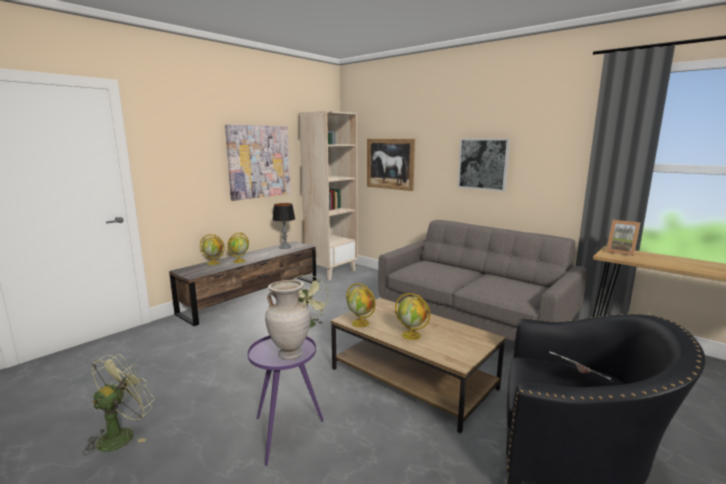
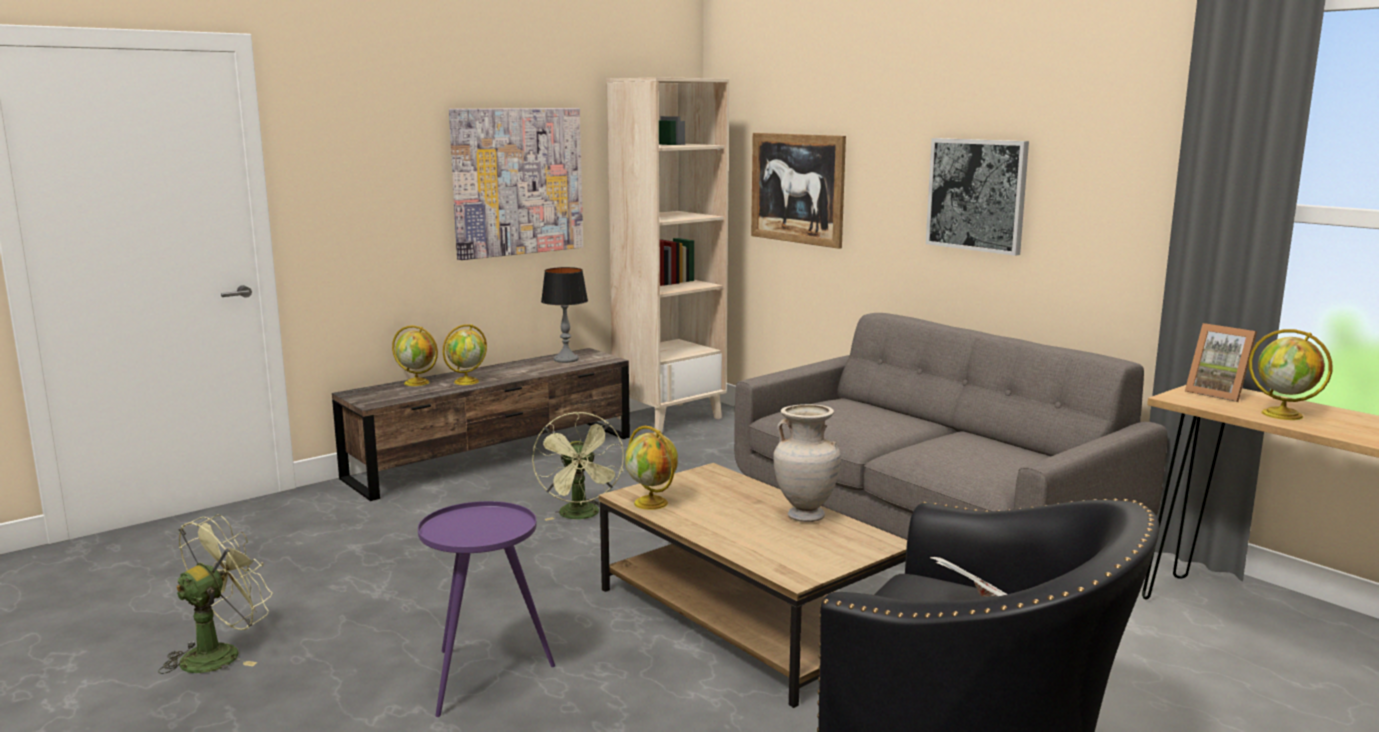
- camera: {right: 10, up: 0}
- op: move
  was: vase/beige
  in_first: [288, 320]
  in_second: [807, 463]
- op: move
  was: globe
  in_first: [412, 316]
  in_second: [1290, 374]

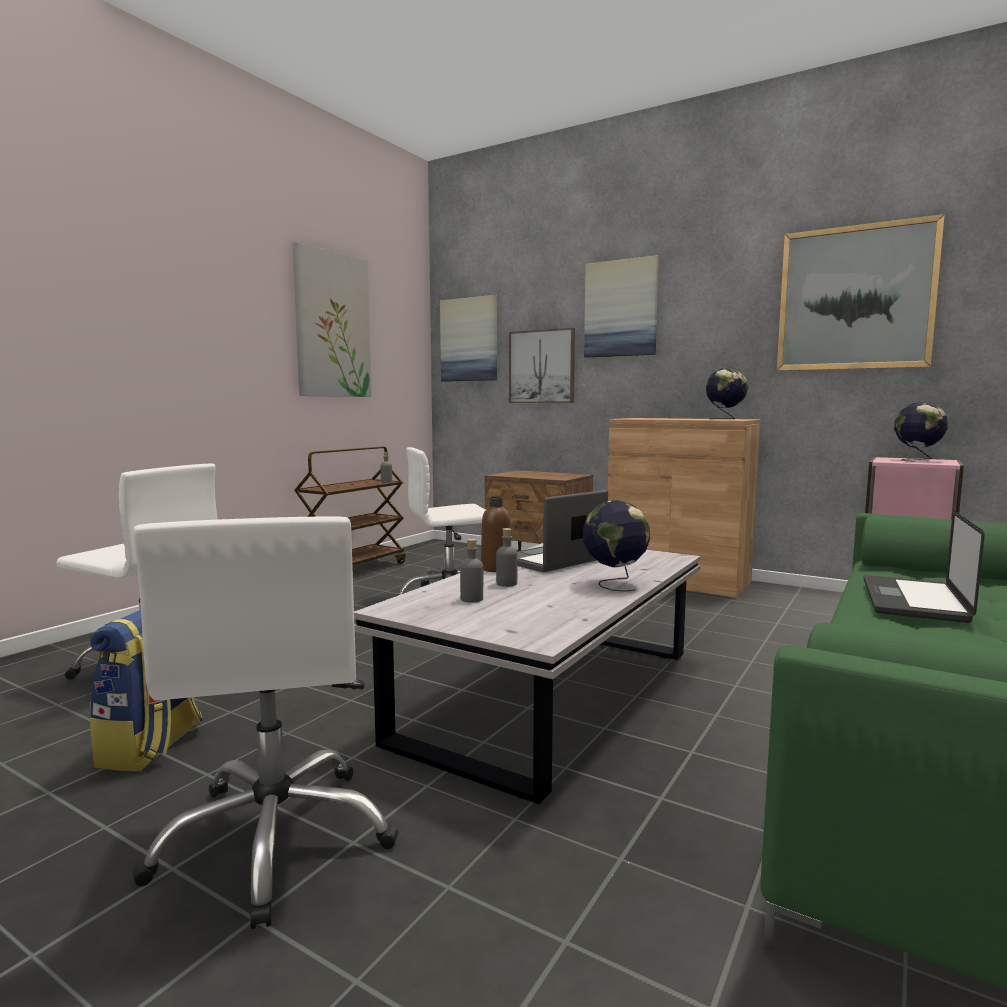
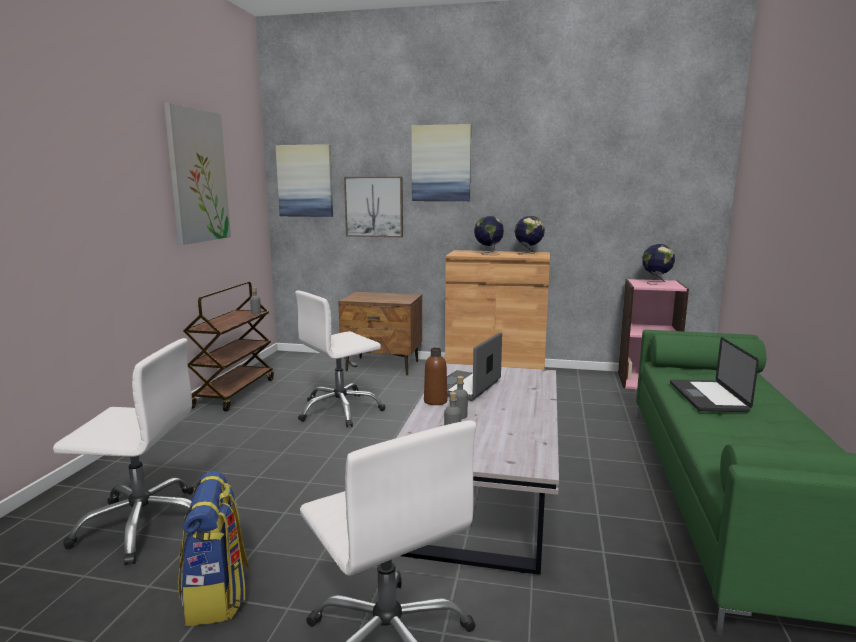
- camera: {right: -20, up: 5}
- op: delete
  was: picture
  in_first: [861, 292]
- op: move
  was: globe
  in_first: [616, 546]
  in_second: [489, 235]

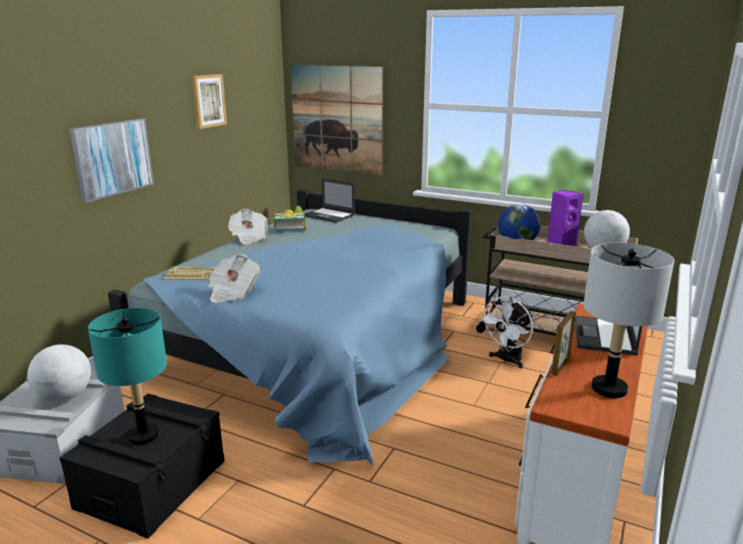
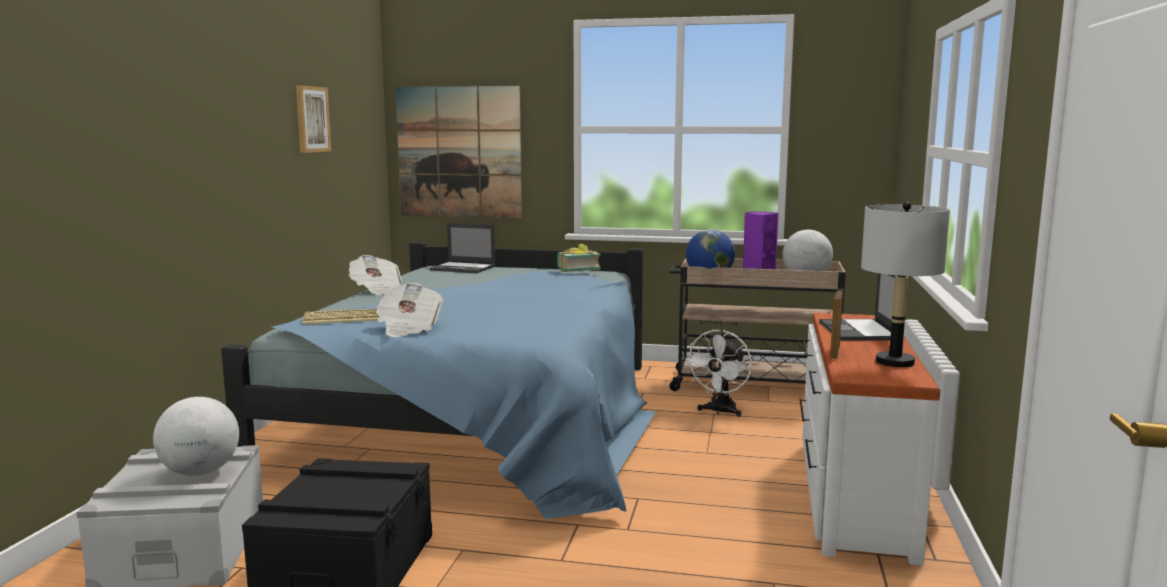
- camera: {right: -15, up: -10}
- op: delete
  was: picture
  in_first: [111, 160]
- op: delete
  was: table lamp/turquoise
  in_first: [127, 376]
- op: move
  was: book
  in_first: [290, 218]
  in_second: [579, 258]

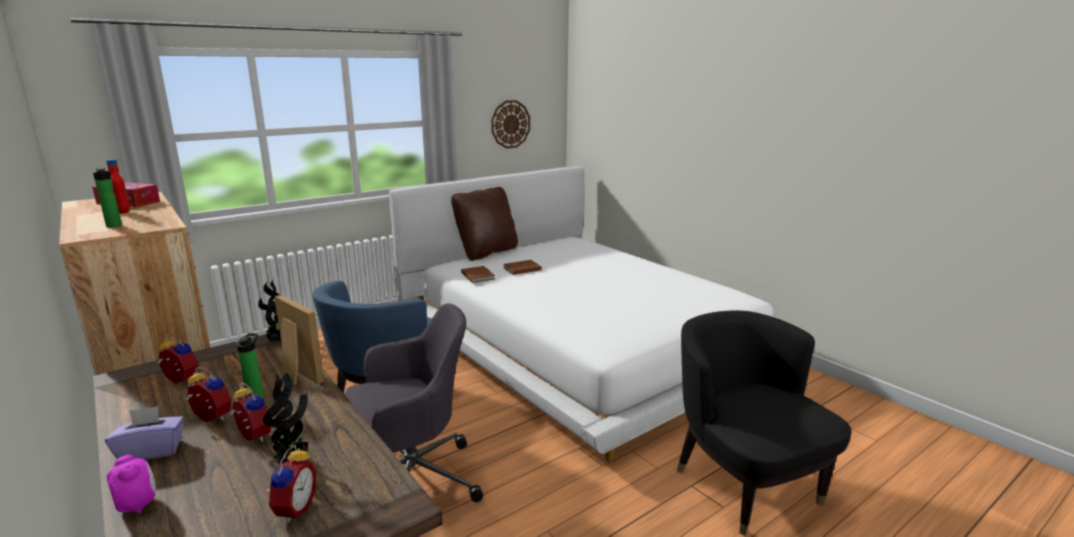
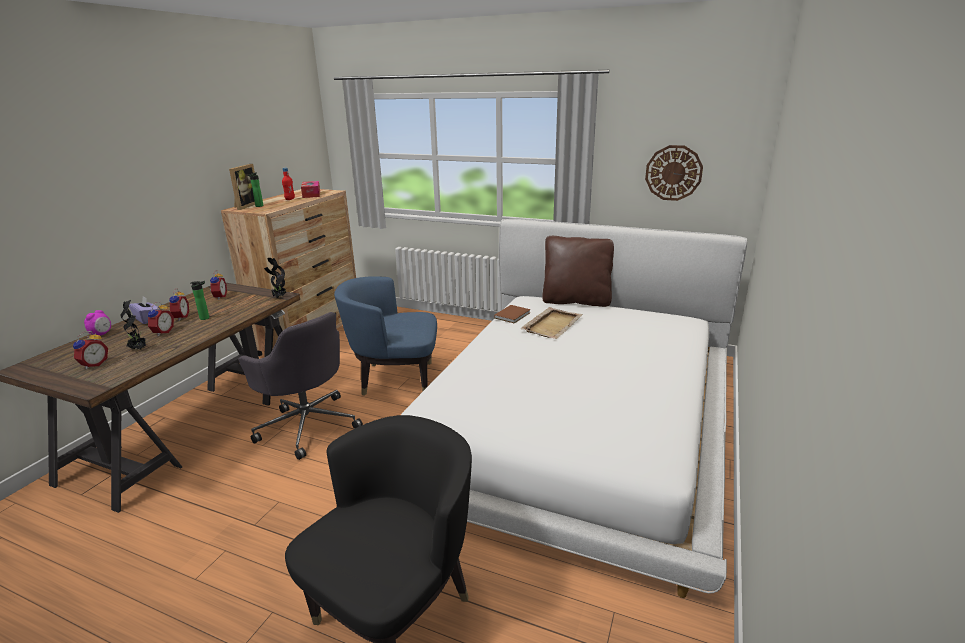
- camera: {right: 60, up: 5}
- op: move
  was: picture frame
  in_first: [299, 340]
  in_second: [242, 187]
- op: replace
  was: book/brown
  now: tray/beige
  in_first: [522, 267]
  in_second: [551, 323]
- op: rotate
  was: alarm clock
  in_first: [291, 484]
  in_second: [90, 350]
  clockwise: -45

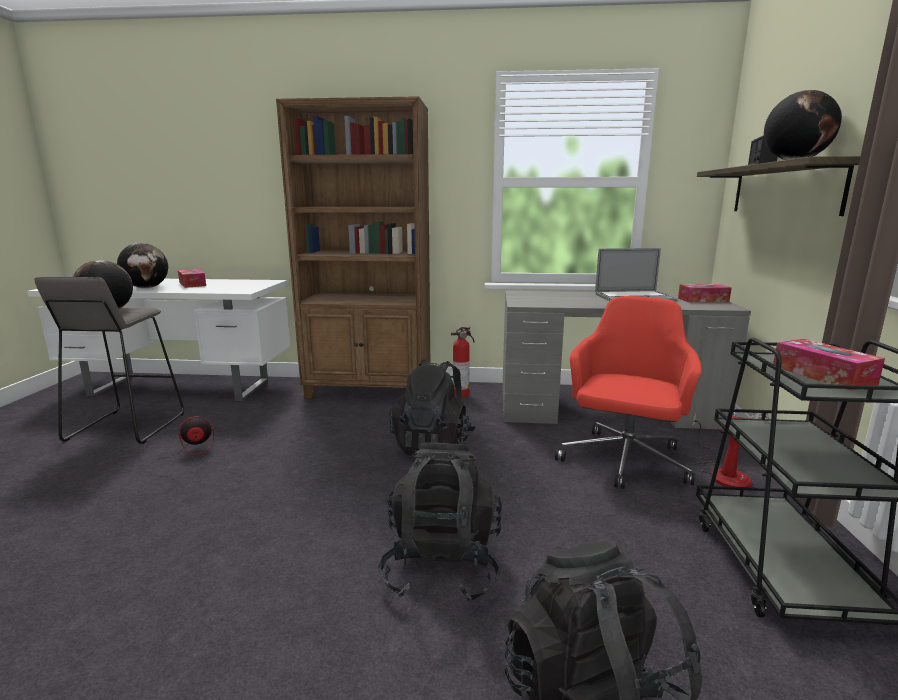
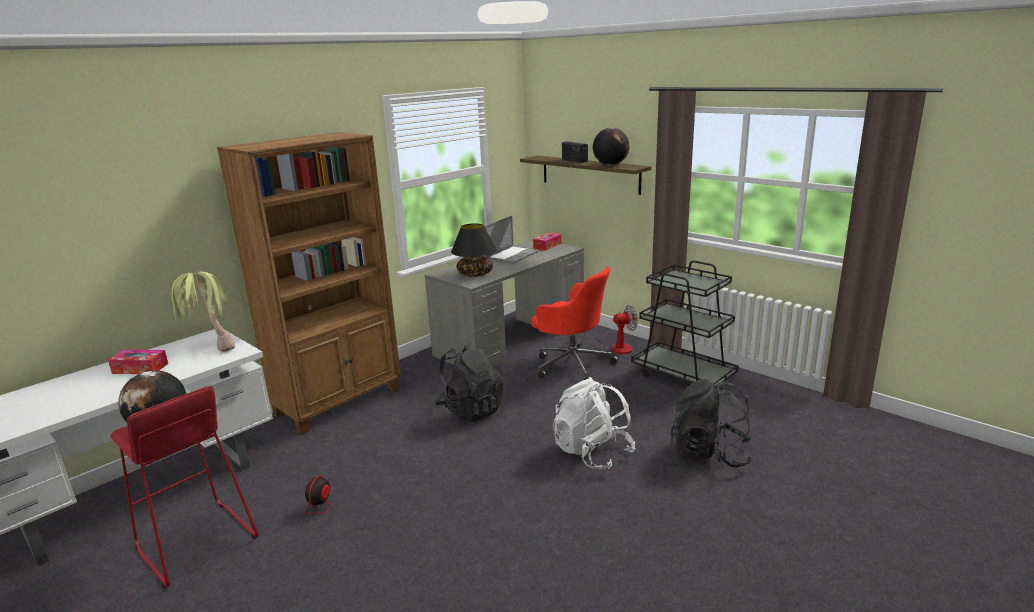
- camera: {right: -50, up: 5}
- op: delete
  was: globe
  in_first: [142, 265]
- op: delete
  was: fire extinguisher
  in_first: [462, 362]
- op: delete
  was: tissue box
  in_first: [829, 365]
- op: insert
  now: potted plant
  in_second: [203, 312]
- op: insert
  now: table lamp/black
  in_second: [474, 250]
- op: recolor
  was: stool/grey
  now: stool/red
  in_first: [109, 360]
  in_second: [184, 487]
- op: recolor
  was: backpack/black
  now: backpack/white
  in_first: [440, 523]
  in_second: [594, 423]
- op: rotate
  was: office chair/red
  in_first: [628, 392]
  in_second: [575, 323]
  clockwise: 150

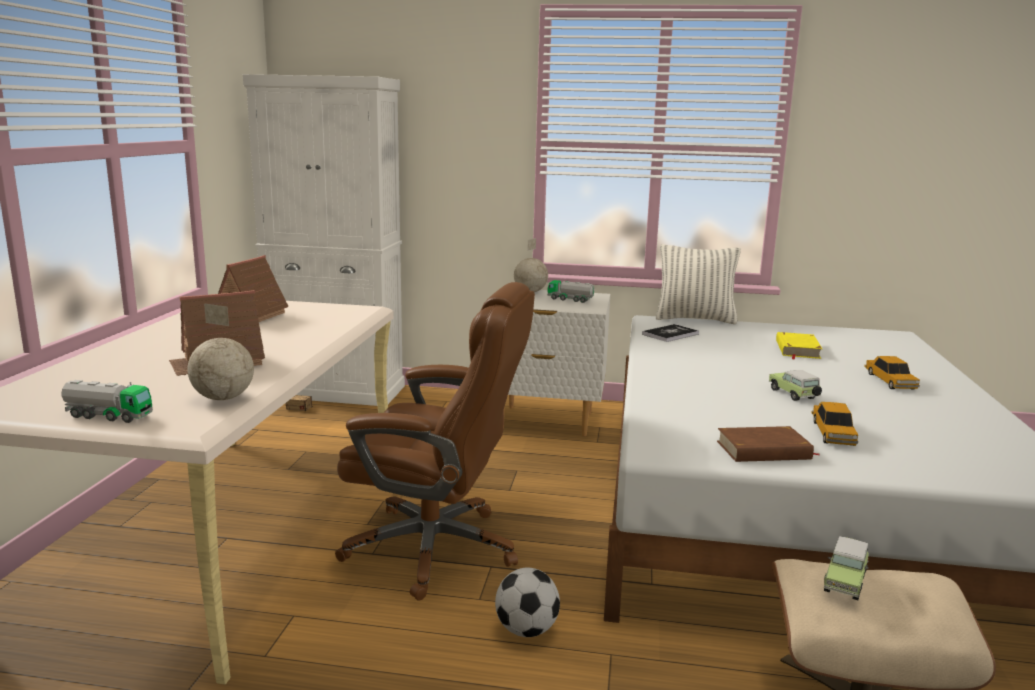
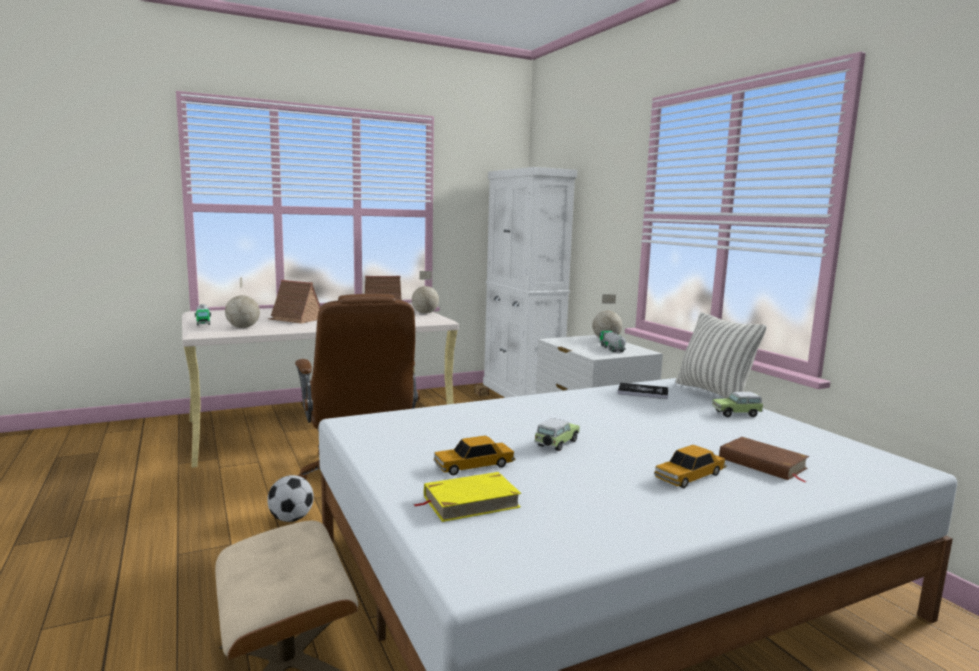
- camera: {right: 55, up: -5}
- op: insert
  now: globe
  in_second: [425, 292]
- op: move
  was: book/brown
  in_first: [768, 444]
  in_second: [764, 459]
- op: move
  was: book/yellow
  in_first: [799, 346]
  in_second: [467, 497]
- op: move
  was: toy car
  in_first: [846, 568]
  in_second: [737, 404]

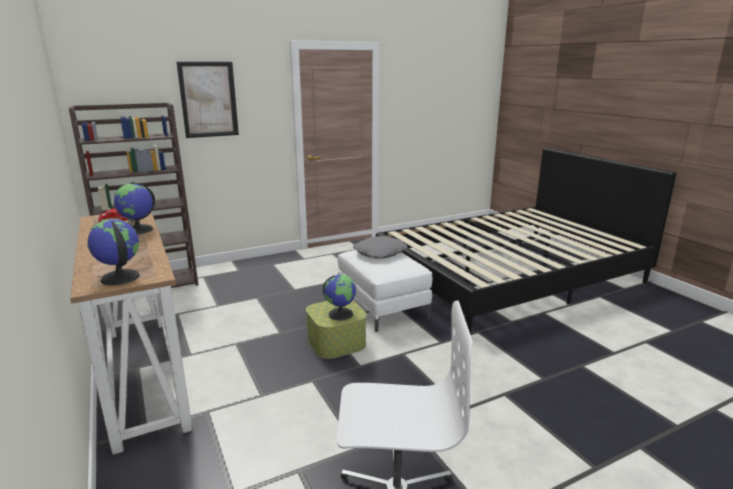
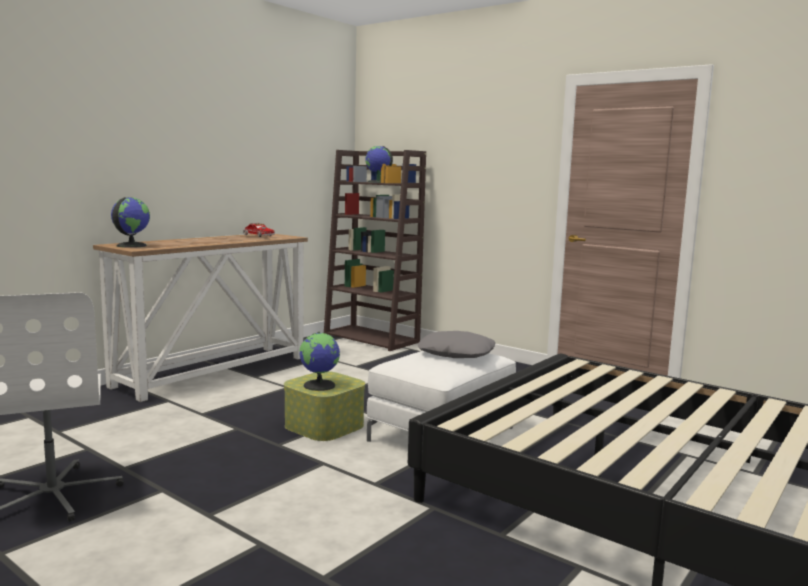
- camera: {right: 65, up: -10}
- op: delete
  was: picture
  in_first: [208, 100]
- op: move
  was: globe
  in_first: [134, 208]
  in_second: [379, 164]

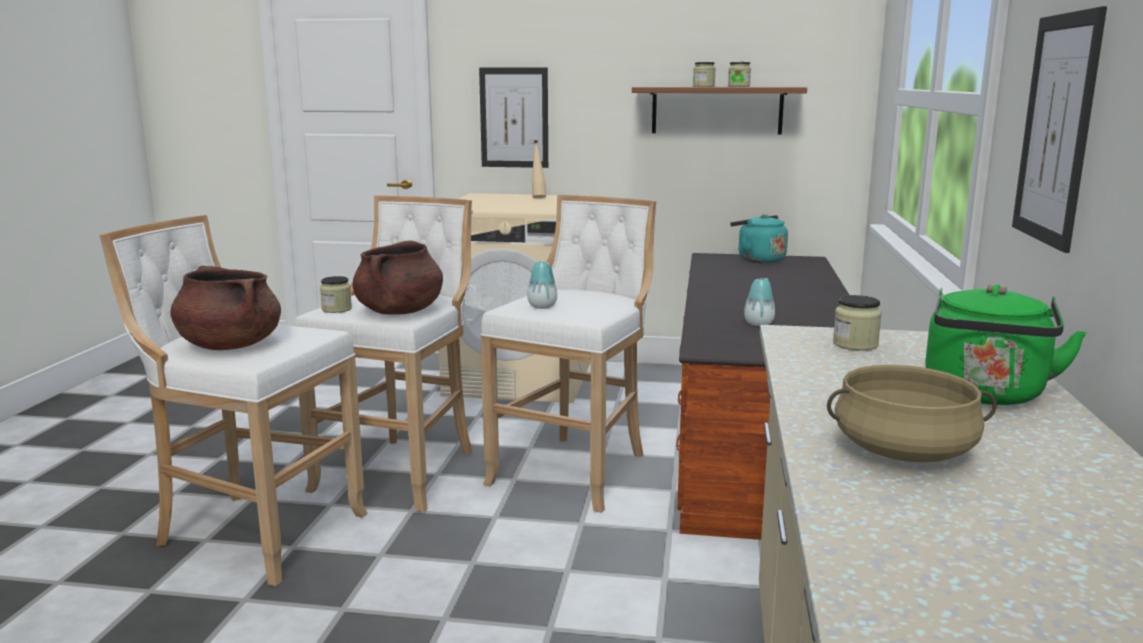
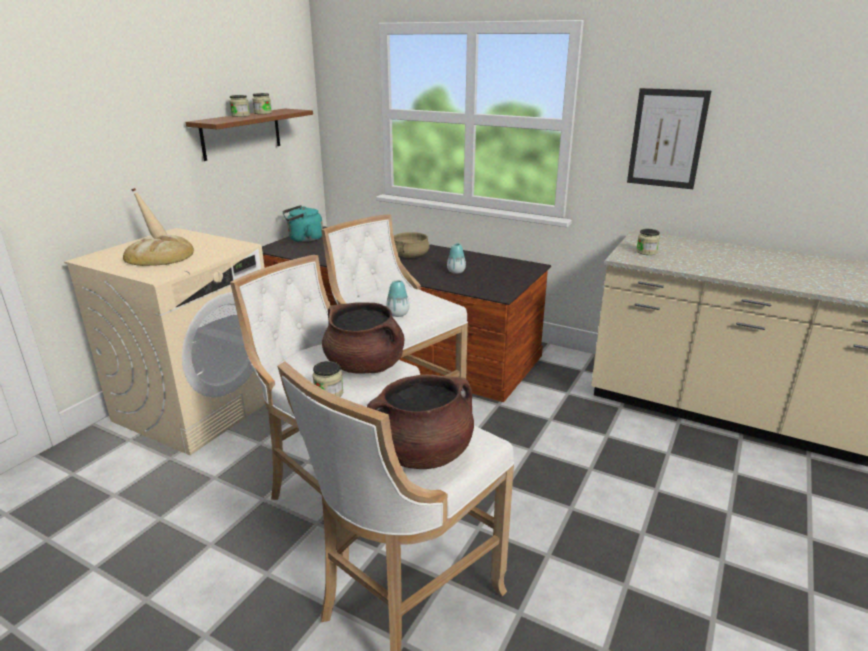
- camera: {right: -70, up: 10}
- op: delete
  was: picture
  in_first: [513, 117]
- op: delete
  was: kettle/green
  in_first: [1006, 344]
- op: insert
  now: bread
  in_second: [158, 250]
- op: move
  was: cooking pot/beige
  in_first: [912, 413]
  in_second: [412, 245]

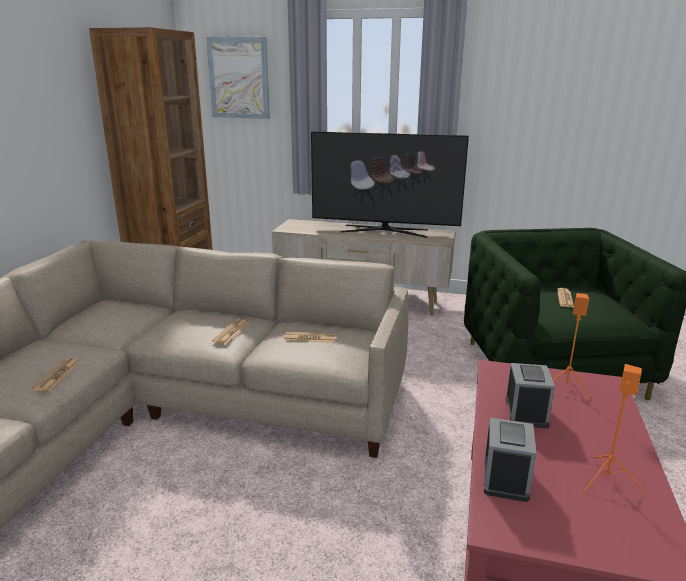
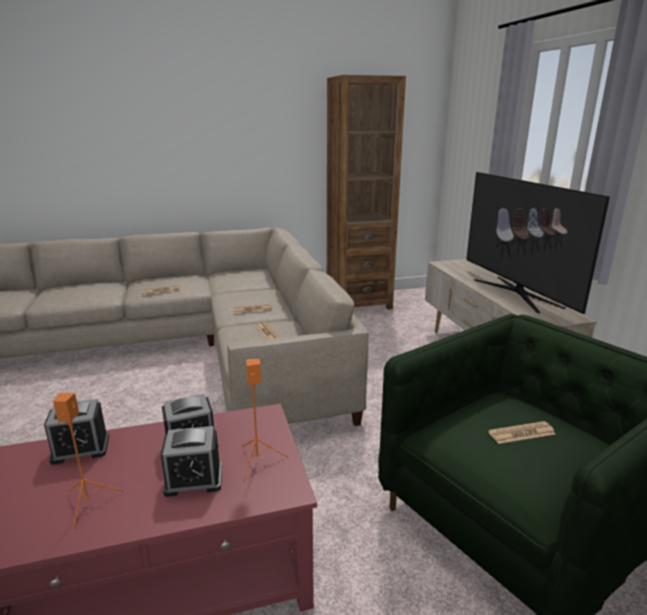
- camera: {right: 60, up: 0}
- op: delete
  was: picture
  in_first: [238, 78]
- op: insert
  now: alarm clock
  in_second: [191, 461]

